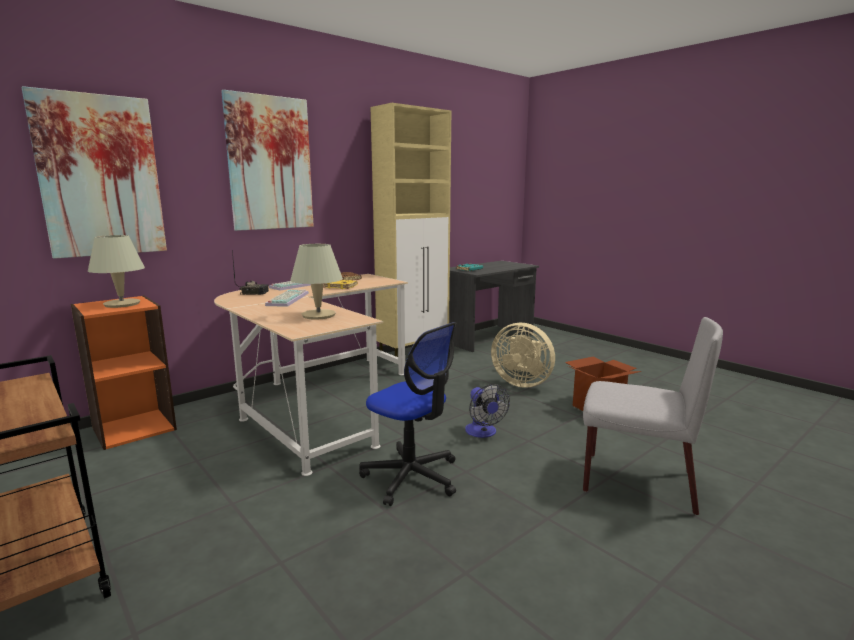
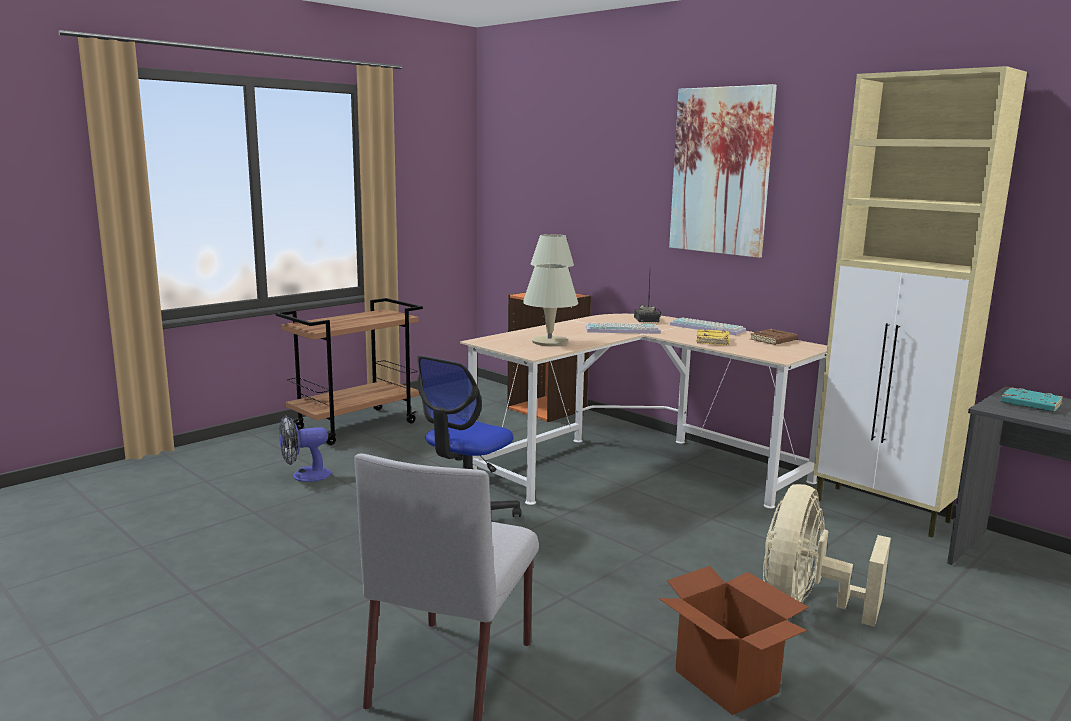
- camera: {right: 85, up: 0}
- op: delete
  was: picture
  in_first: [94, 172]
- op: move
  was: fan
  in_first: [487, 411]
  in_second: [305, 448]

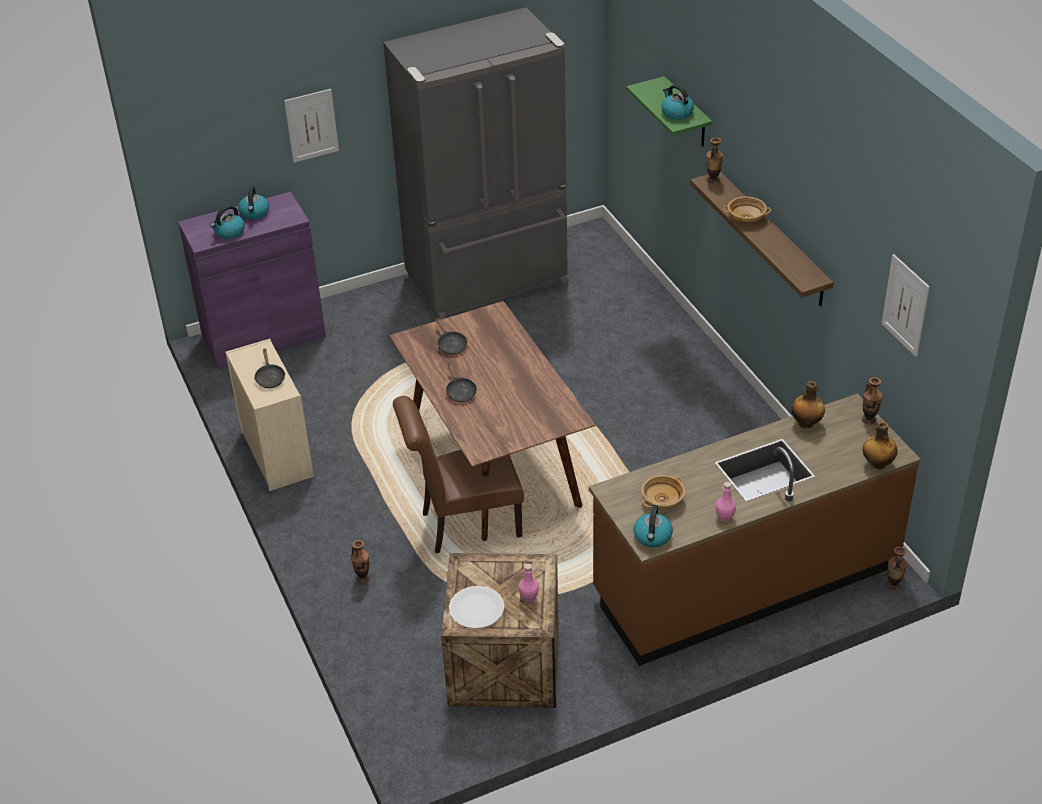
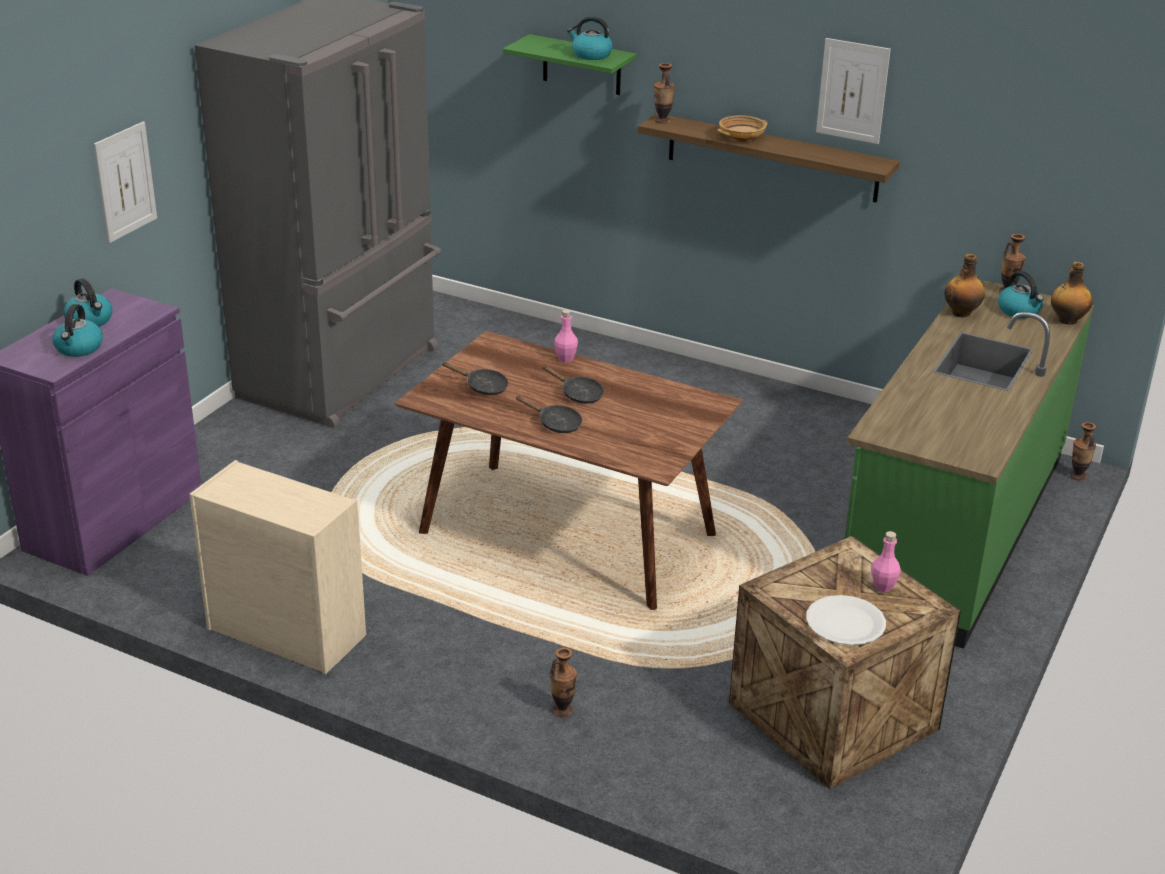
- camera: {right: -40, up: -10}
- op: delete
  was: chair/brown
  in_first: [458, 474]
- op: delete
  was: bowl/beige
  in_first: [663, 492]
- op: move
  was: frying pan/black
  in_first: [269, 368]
  in_second: [573, 384]
- op: move
  was: kettle
  in_first: [653, 526]
  in_second: [1021, 295]
- op: move
  was: bottle/pink
  in_first: [726, 502]
  in_second: [566, 336]
- op: move
  was: picture
  in_first: [906, 305]
  in_second: [853, 91]
- op: recolor
  was: counter/brown
  now: counter/green
  in_first: [755, 529]
  in_second: [969, 464]

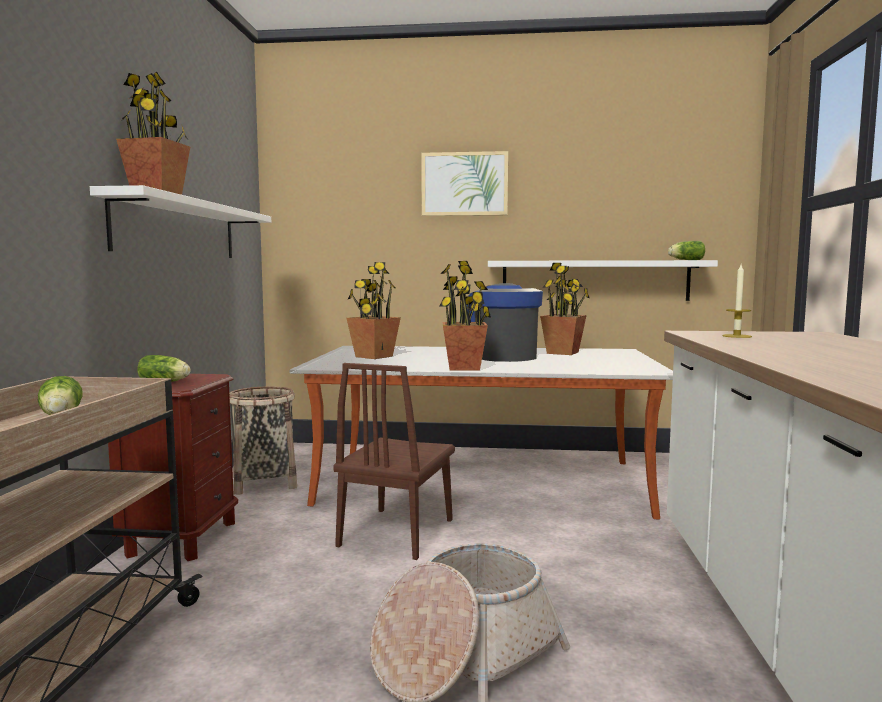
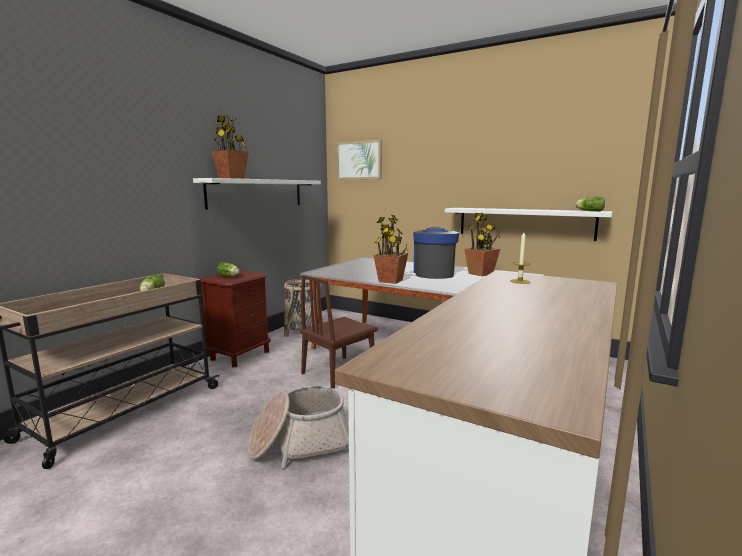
- camera: {right: 25, up: 5}
- op: delete
  was: potted plant
  in_first: [374, 310]
- op: move
  was: picture
  in_first: [464, 183]
  in_second: [359, 160]

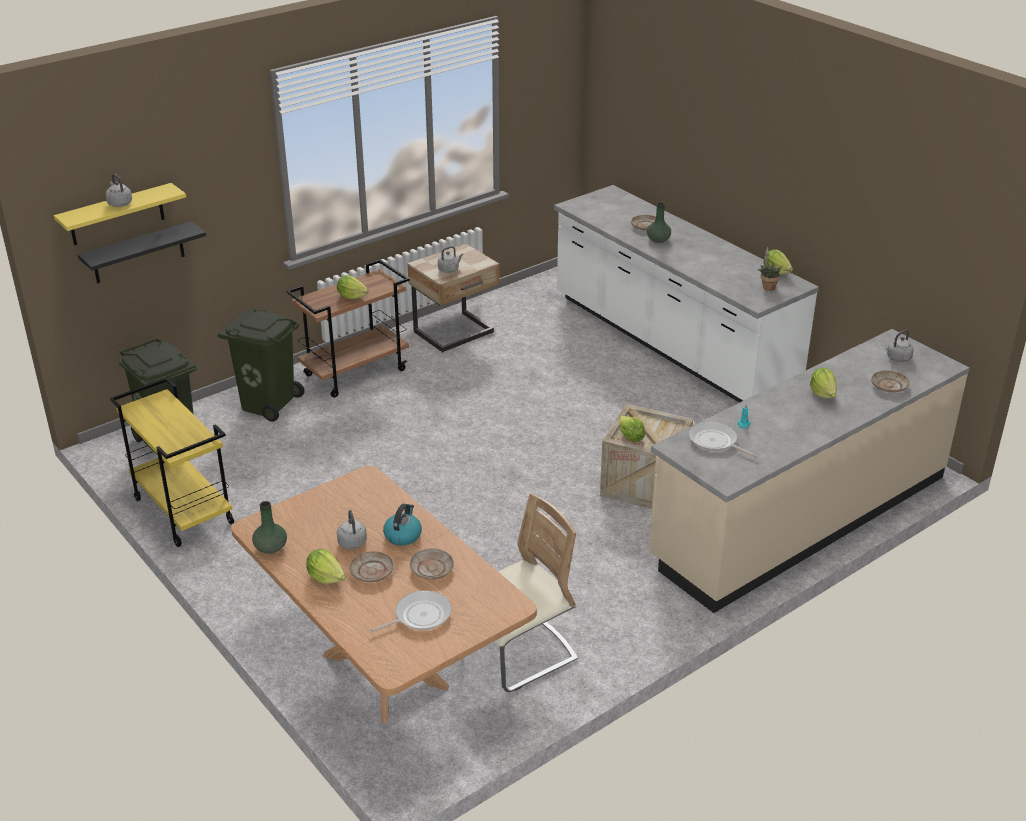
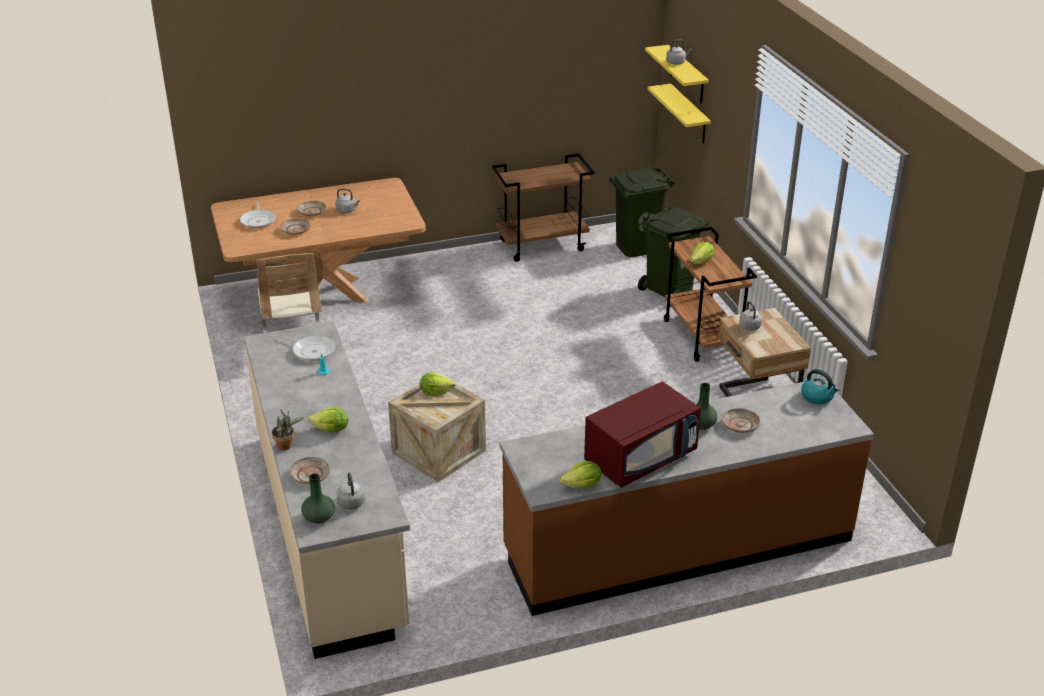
- camera: {right: 110, up: 0}
- op: delete
  was: lettuce
  in_first: [326, 566]
- op: insert
  now: microwave/red
  in_second: [642, 435]
- op: move
  was: vase/green
  in_first: [269, 527]
  in_second: [318, 498]
- op: move
  was: kettle
  in_first: [402, 525]
  in_second: [820, 387]
- op: move
  was: potted plant
  in_first: [769, 269]
  in_second: [288, 429]
- op: recolor
  was: shelf/black
  now: shelf/yellow
  in_first: [142, 252]
  in_second: [679, 114]
- op: recolor
  was: cart/yellow
  now: cart/brown
  in_first: [172, 462]
  in_second: [543, 207]
- op: recolor
  was: counter/white
  now: counter/brown
  in_first: [686, 294]
  in_second: [687, 497]
- op: rotate
  was: frying pan
  in_first: [723, 439]
  in_second: [307, 348]
  clockwise: 60

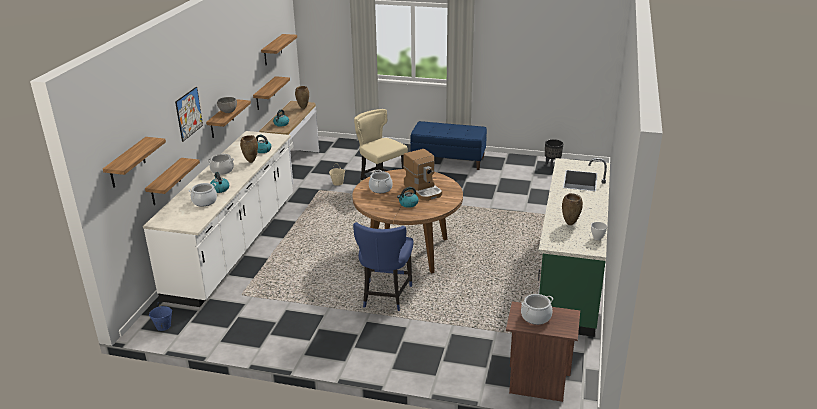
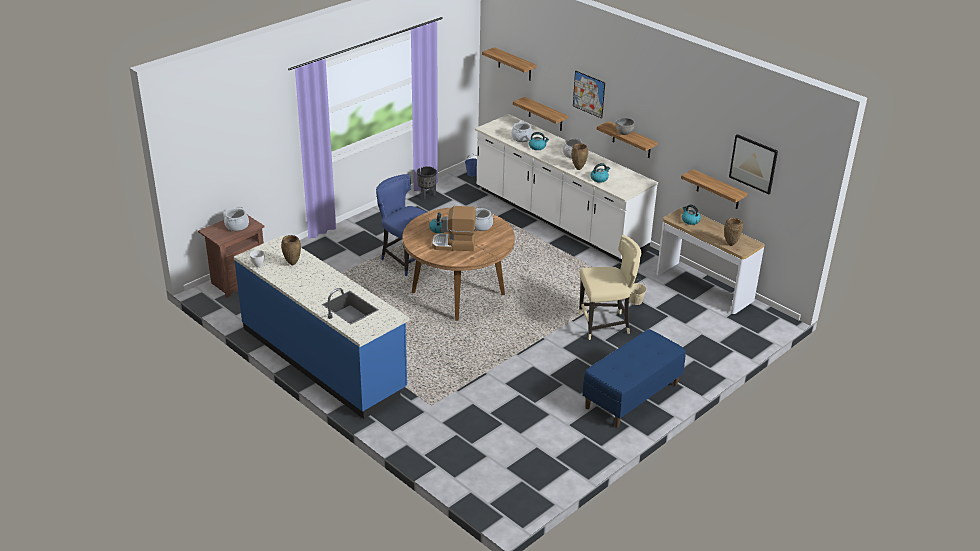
- camera: {right: 120, up: 5}
- op: move
  was: planter/black
  in_first: [554, 154]
  in_second: [427, 183]
- op: replace
  was: shelf
  now: picture
  in_first: [279, 49]
  in_second: [753, 164]
- op: recolor
  was: counter/green
  now: counter/blue
  in_first: [574, 247]
  in_second: [321, 327]

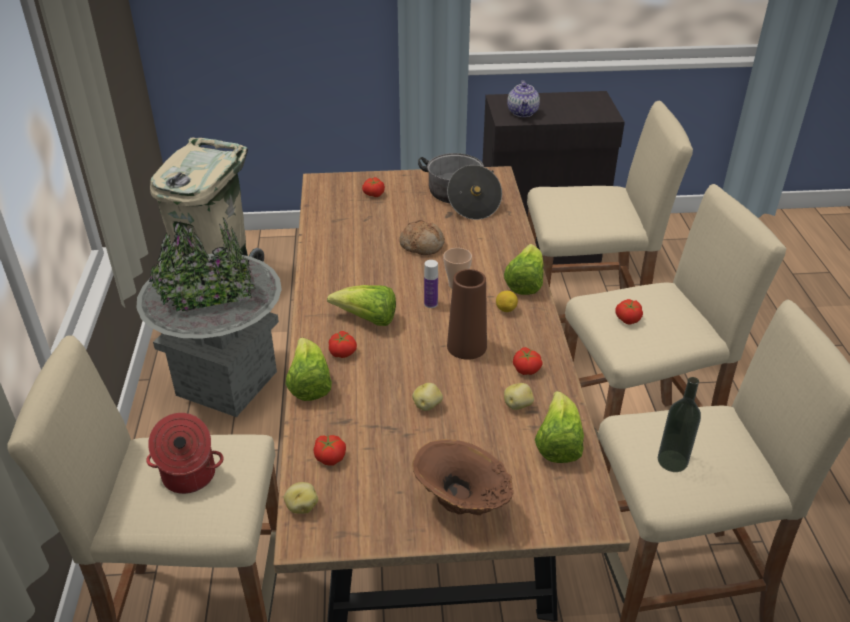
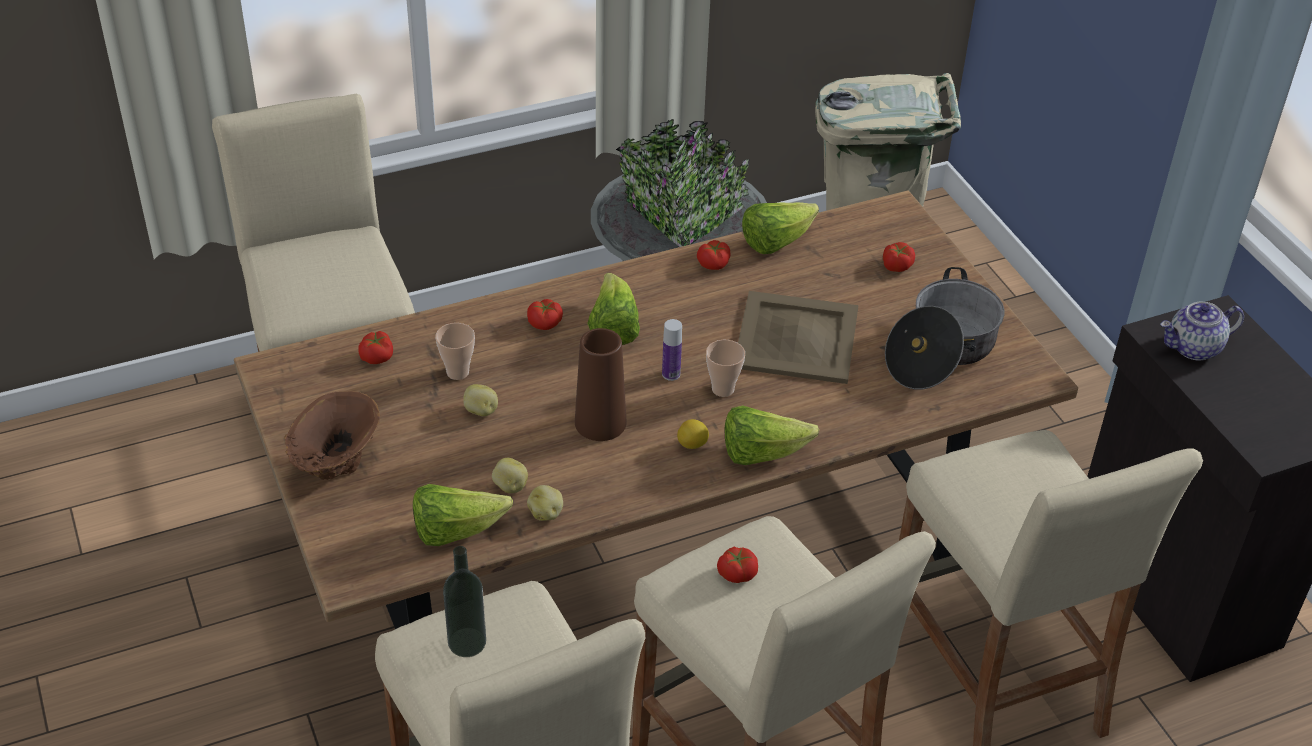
- camera: {right: 70, up: 5}
- op: delete
  was: cooking pot
  in_first: [185, 453]
- op: insert
  now: cup
  in_second: [455, 351]
- op: move
  was: potato
  in_first: [300, 498]
  in_second: [545, 503]
- op: move
  was: lettuce
  in_first: [308, 369]
  in_second: [780, 228]
- op: move
  was: tomato
  in_first: [528, 361]
  in_second: [713, 255]
- op: replace
  was: bread
  now: tray/beige
  in_first: [422, 237]
  in_second: [798, 337]

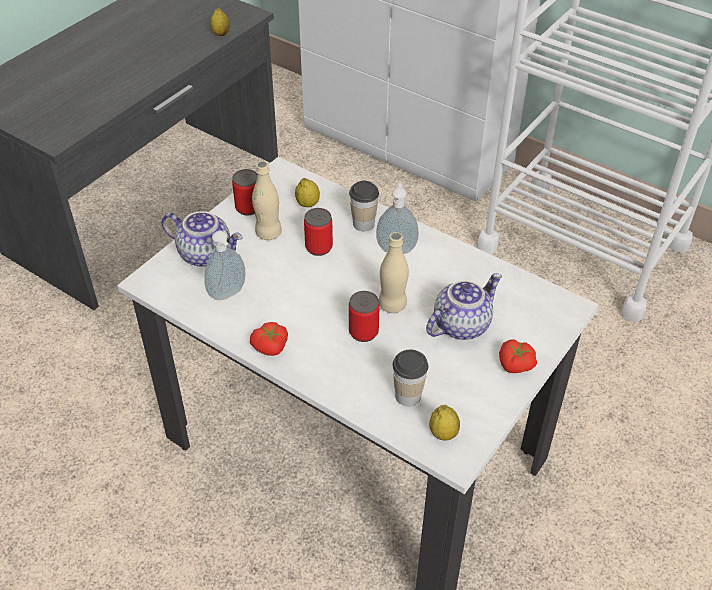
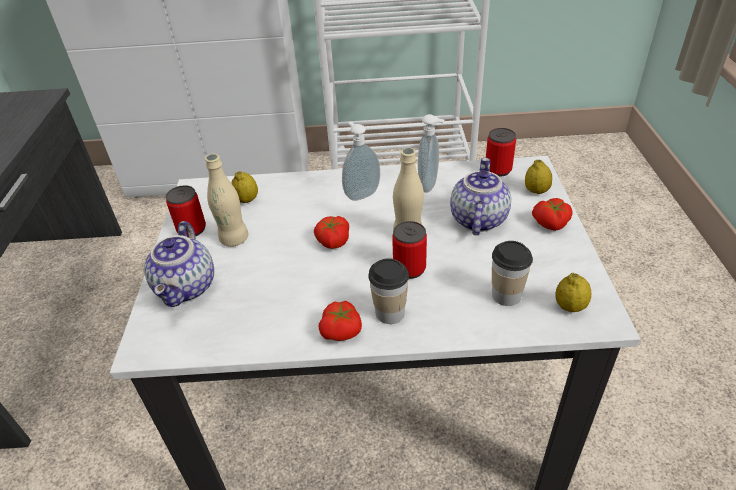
- camera: {right: -35, up: -5}
- op: insert
  now: tomato
  in_second: [331, 232]
- op: move
  was: soap dispenser
  in_first: [225, 265]
  in_second: [431, 153]
- op: move
  was: lemon
  in_first: [220, 22]
  in_second: [538, 176]
- op: move
  was: can
  in_first: [318, 232]
  in_second: [501, 152]
- op: move
  was: cup
  in_first: [364, 206]
  in_second: [388, 291]
- op: rotate
  was: teapot
  in_first: [202, 239]
  in_second: [179, 264]
  clockwise: 105

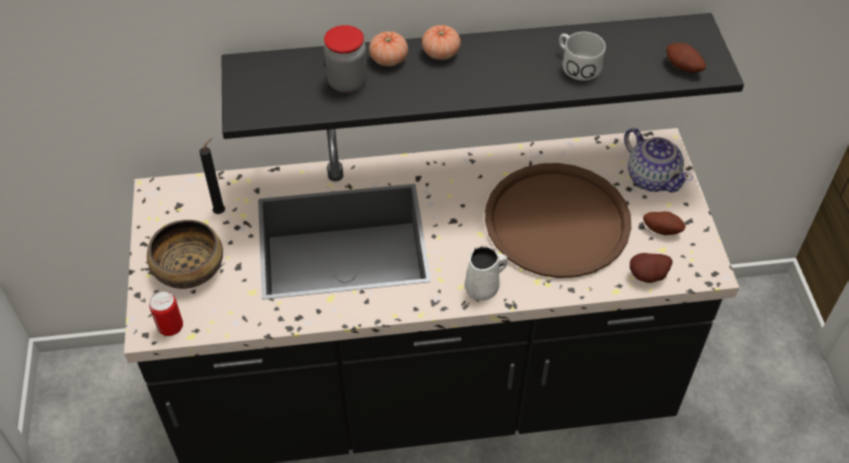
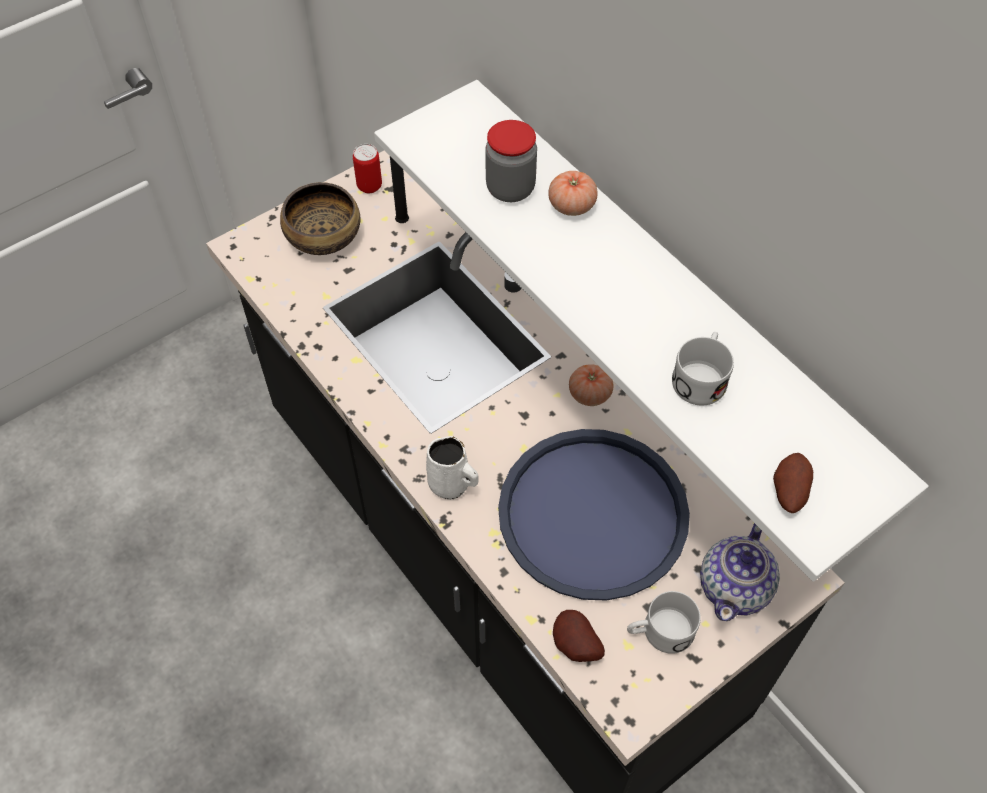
- camera: {right: 60, up: 5}
- op: move
  was: can
  in_first: [166, 313]
  in_second: [367, 168]
- op: move
  was: tomato
  in_first: [441, 42]
  in_second: [591, 385]
- op: replace
  was: potato
  now: mug/white
  in_first: [664, 223]
  in_second: [664, 622]
- op: recolor
  was: shelf/black
  now: shelf/white
  in_first: [483, 76]
  in_second: [651, 331]
- op: recolor
  was: tray/brown
  now: tray/blue
  in_first: [558, 220]
  in_second: [594, 515]

